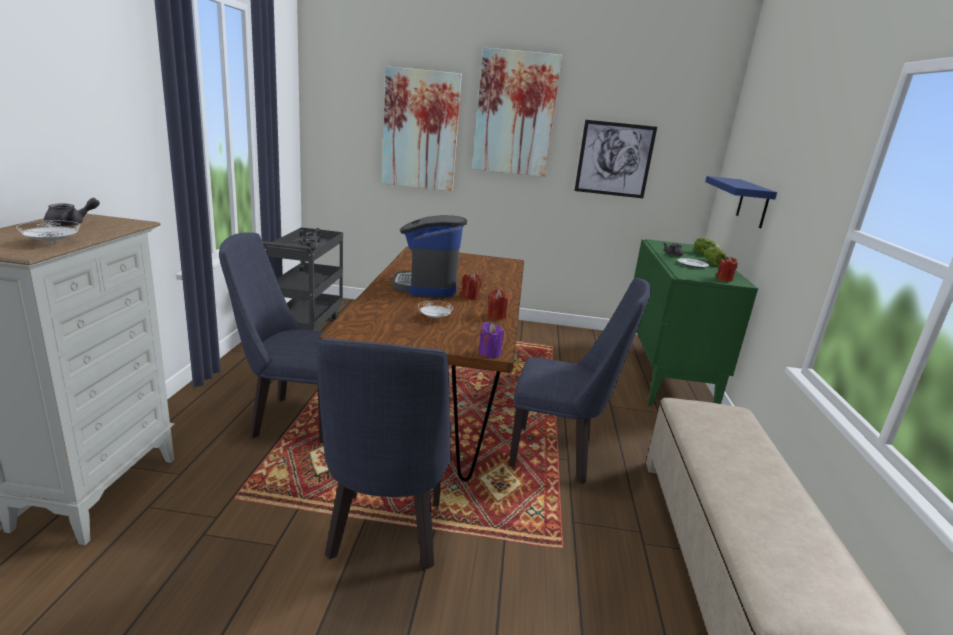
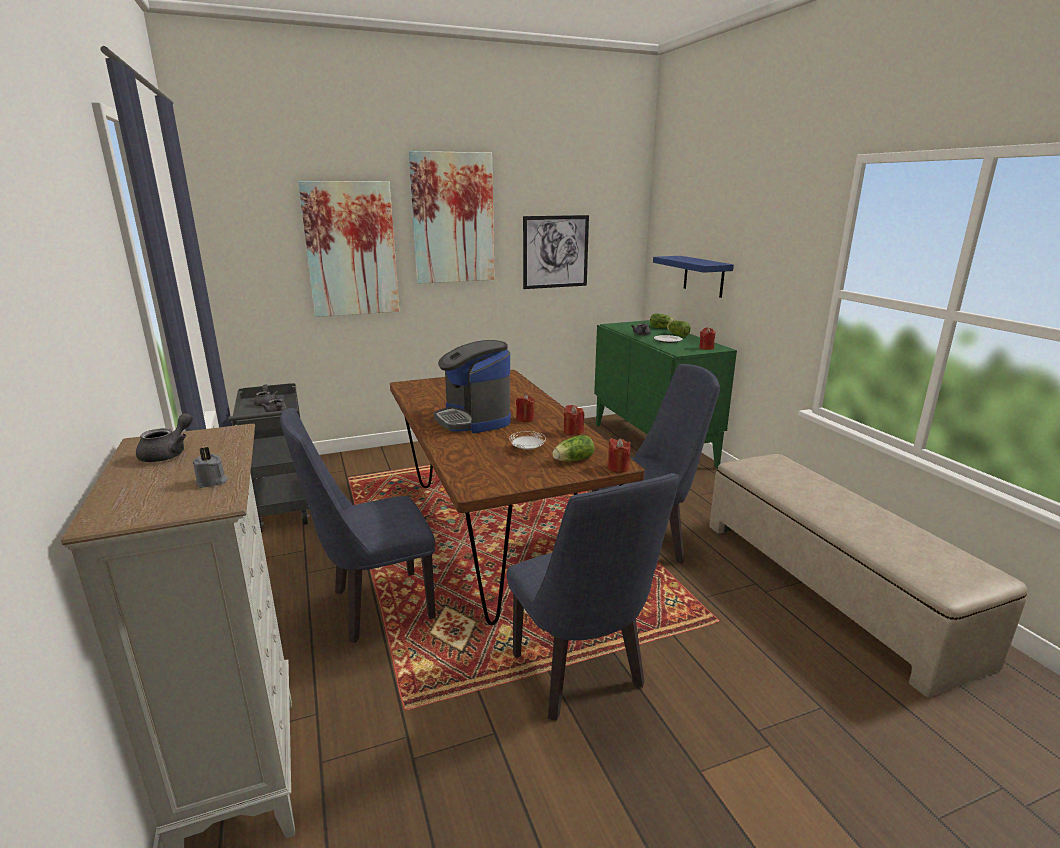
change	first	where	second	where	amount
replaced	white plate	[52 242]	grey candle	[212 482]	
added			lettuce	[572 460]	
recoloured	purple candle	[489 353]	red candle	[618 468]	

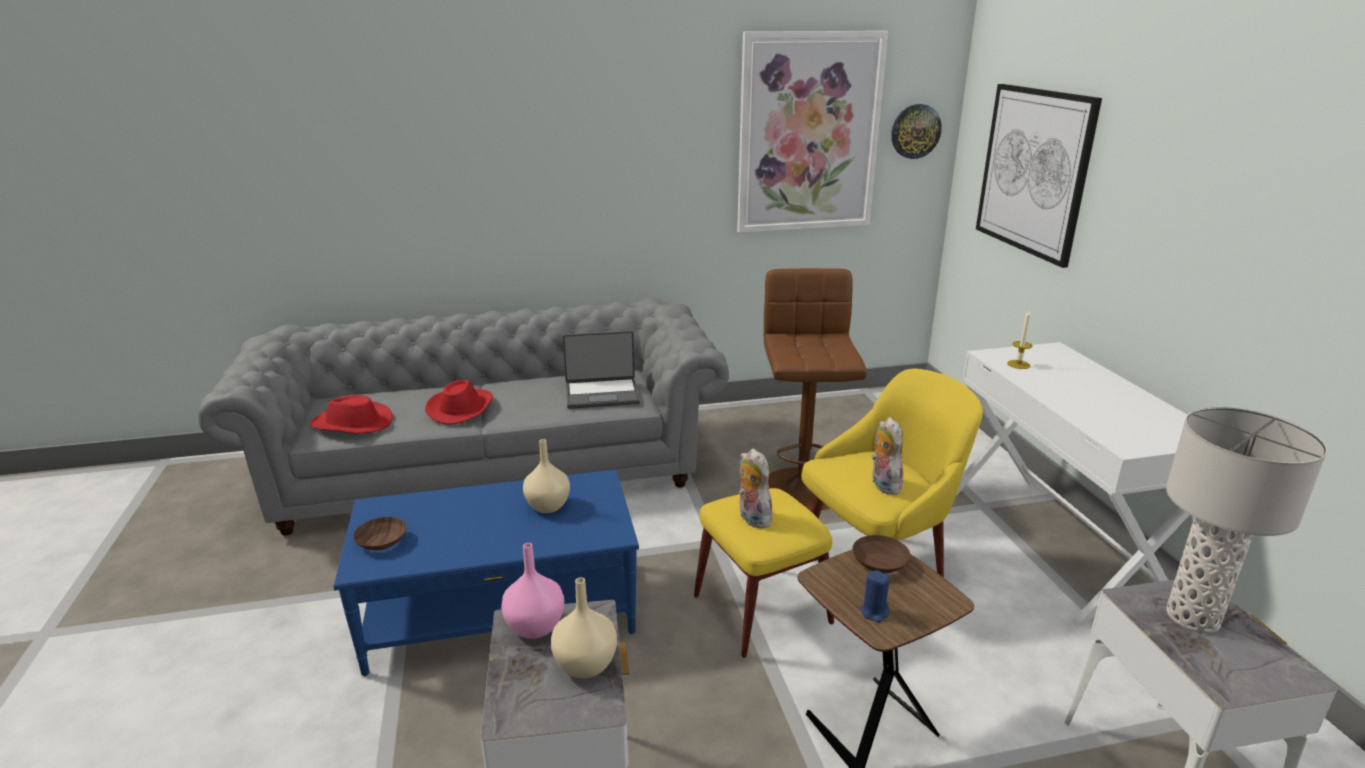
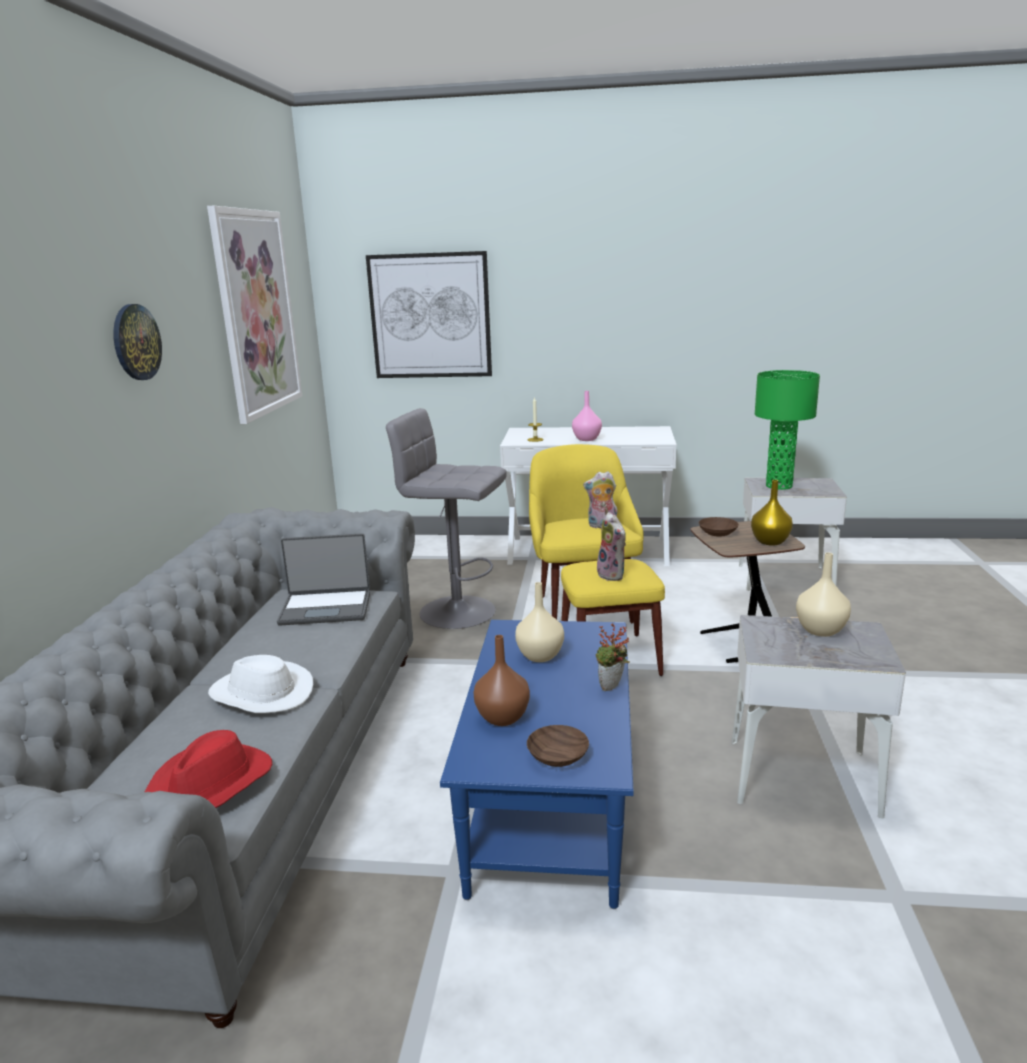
change	first	where	second	where	amount
moved	wall clock	[915 131]		[136 342]	
recoloured	red hat	[461 408]	white hat	[261 694]	
turned	laptop	[602 394]		[326 608]	75 degrees clockwise
recoloured	brown stool	[802 489]	grey stool	[457 611]	
added			brown vase	[501 717]	
moved	pink vase	[536 628]		[587 439]	
added			potted plant	[612 688]	
turned	plush toy	[751 518]		[613 575]	105 degrees counterclockwise
replaced	blue candle	[874 612]	yellow vase	[769 542]	
recoloured	white table lamp	[1192 616]	green table lamp	[778 486]	

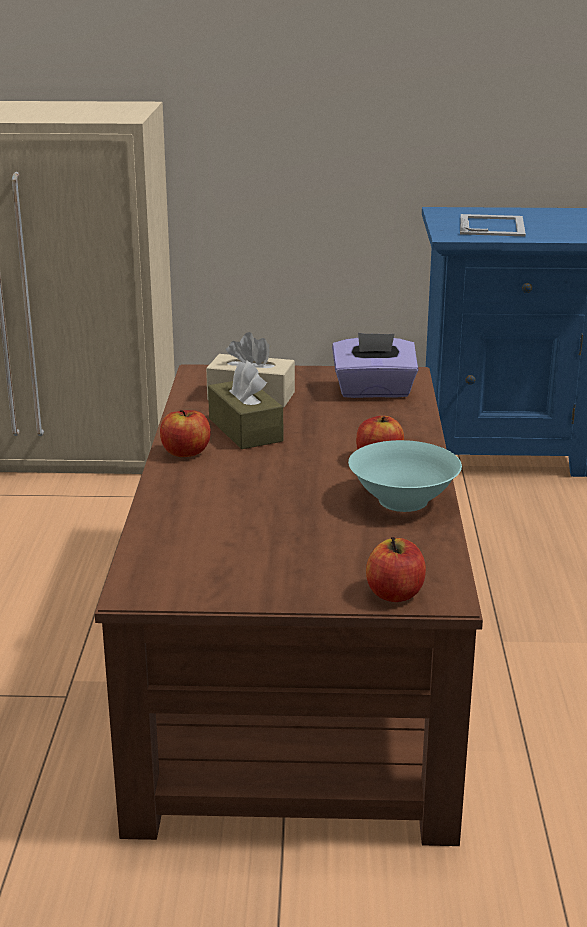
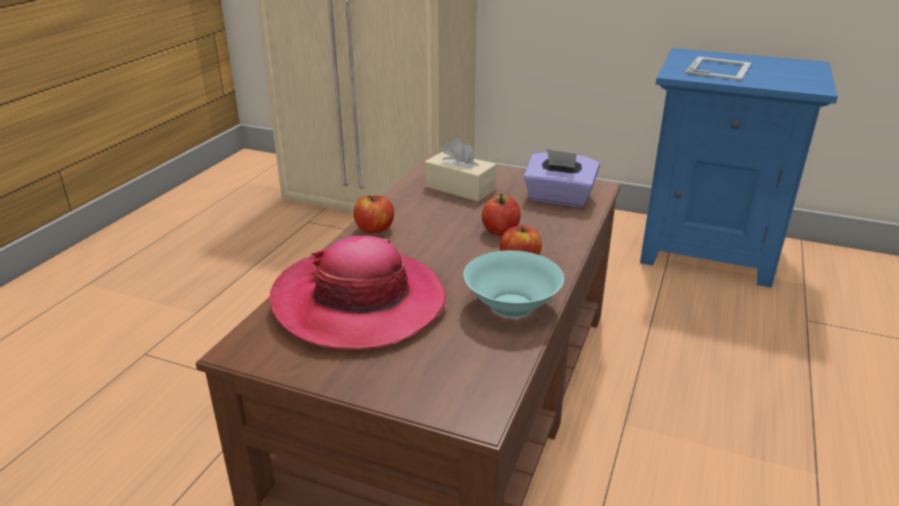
change	first	where	second	where	amount
added			hat	[359 303]	
moved	apple	[395 594]		[500 231]	
removed	brown tissue box	[245 430]			

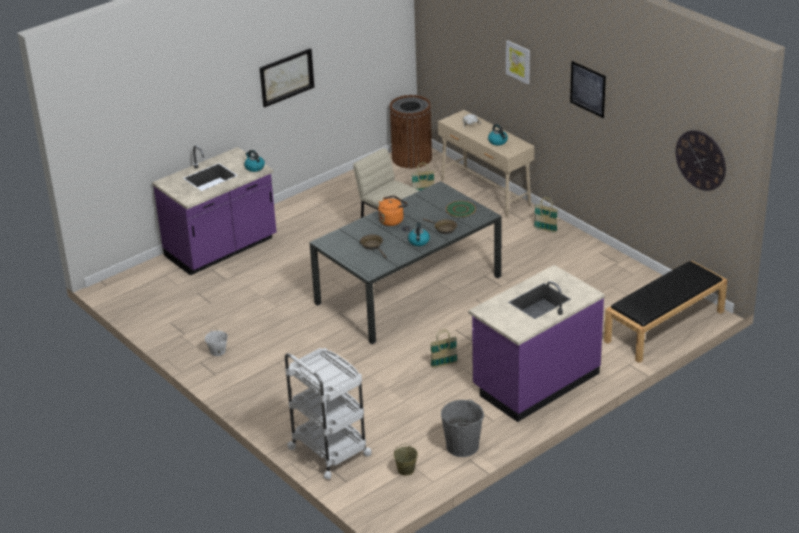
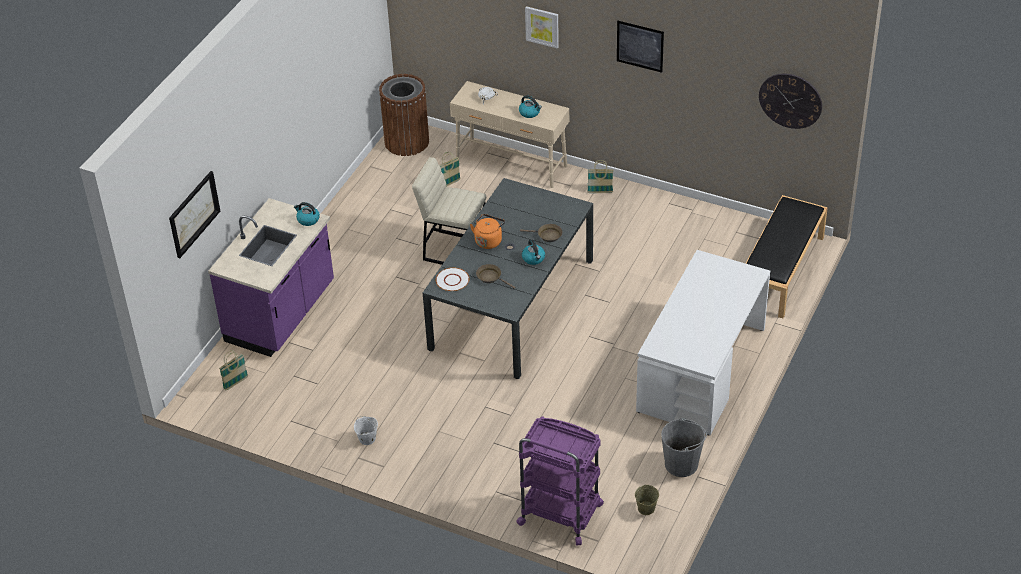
change	first	where	second	where	amount
moved	picture	[286 77]		[194 214]	
moved	basket	[444 364]		[235 383]	
added			white plate	[452 280]	
recoloured	white cart	[330 451]	purple cart	[561 514]	
replaced	purple counter	[535 381]	white desk	[702 370]	
removed	green plate	[461 210]			

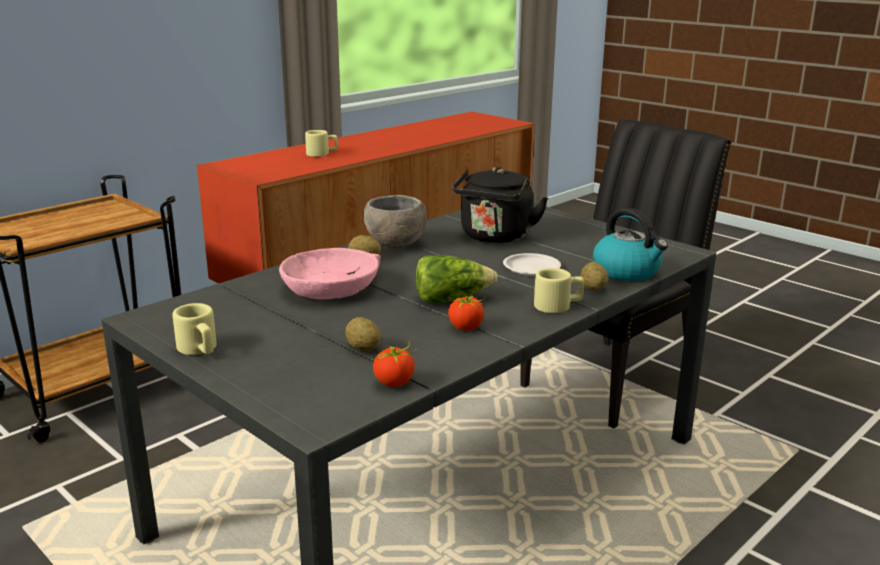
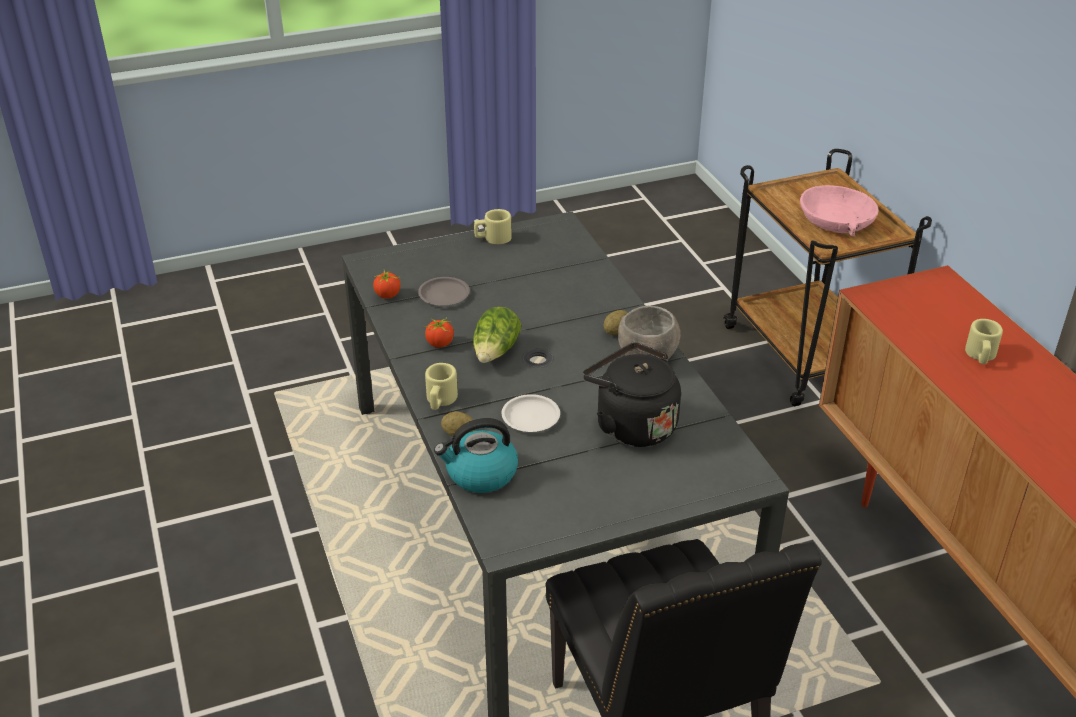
change	first	where	second	where	amount
replaced	potato	[363 348]	grey plate	[444 295]	
moved	pink bowl	[330 287]		[836 221]	

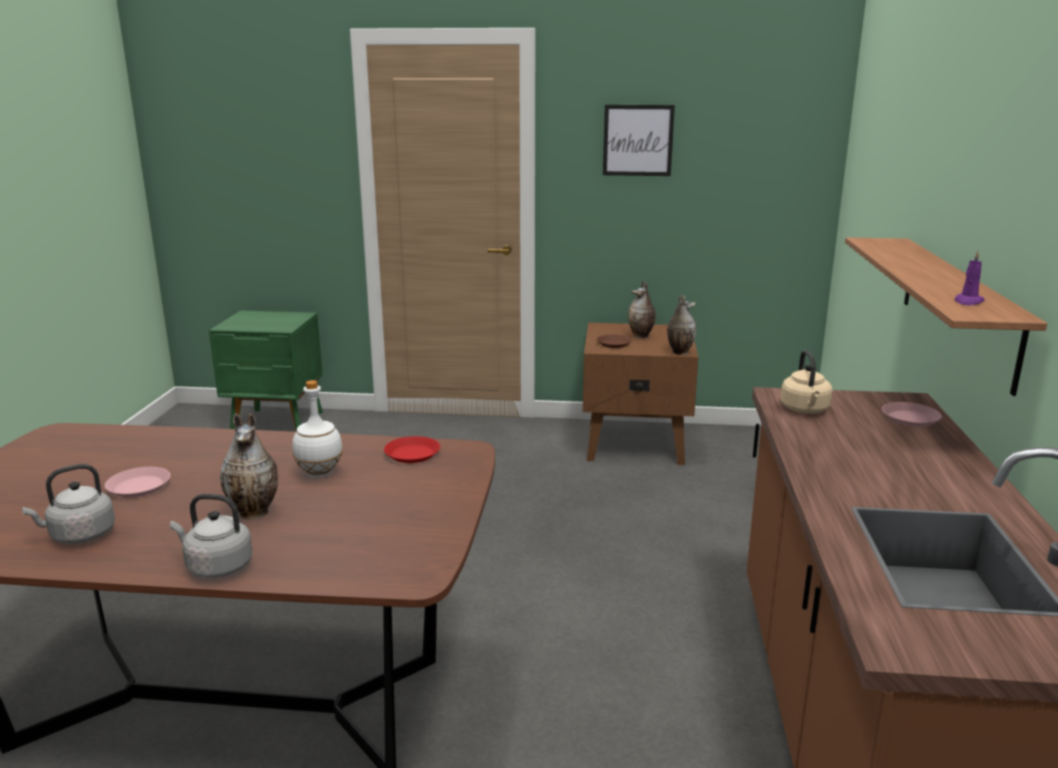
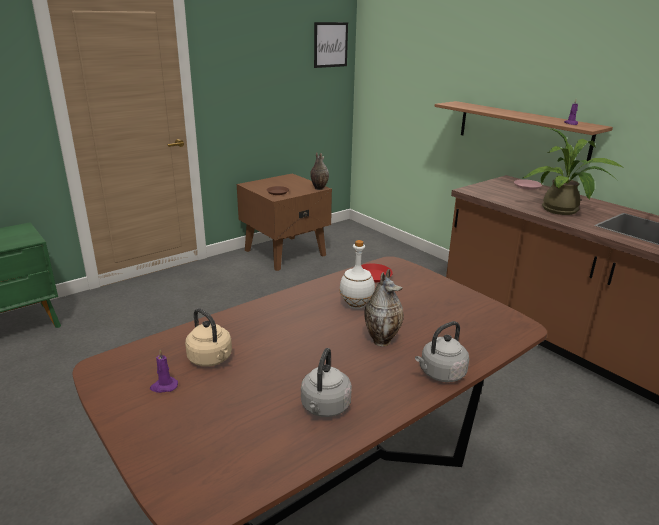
change	first	where	second	where	amount
added			purple candle	[164 386]	
moved	beige kettle	[805 410]		[211 359]	
moved	picture	[638 140]		[330 45]	
added			potted plant	[563 211]	
removed	pink plate	[139 487]			
removed	vase	[641 336]			

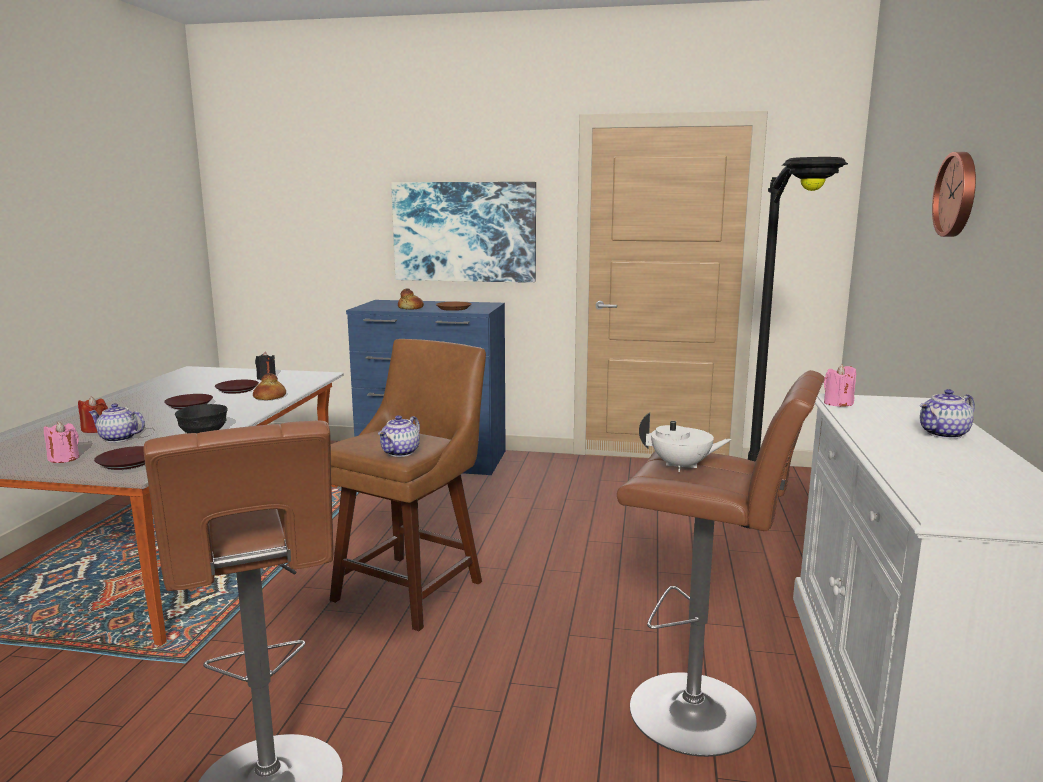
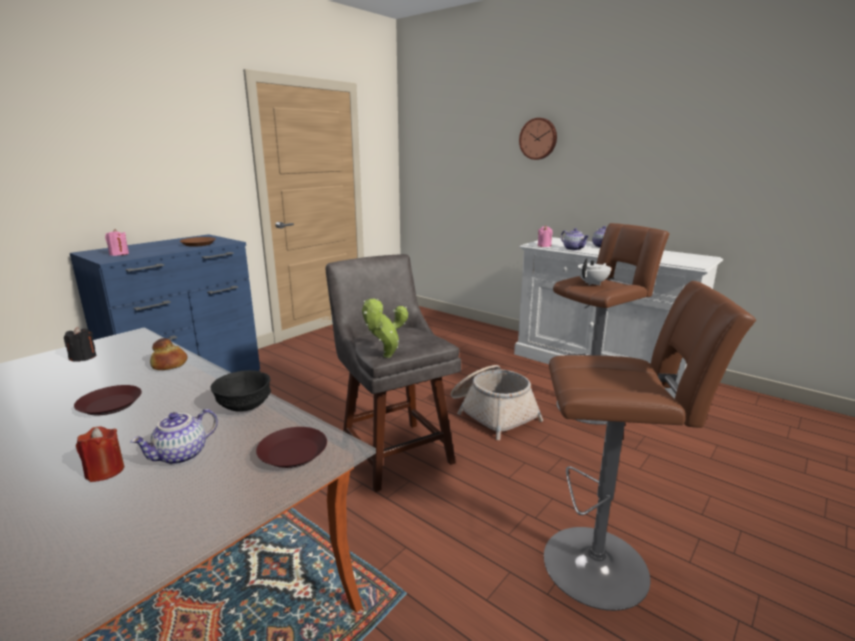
change	first	where	second	where	amount
moved	pink candle	[64 459]		[119 254]	
recoloured	brown stool	[412 588]	grey stool	[394 451]	
added			potted plant	[385 357]	
added			basket	[492 413]	
moved	teapot	[401 453]		[574 249]	
removed	brown plate	[237 389]			
removed	picture	[464 232]			
removed	bread	[411 308]			
removed	black floor lamp	[768 557]			

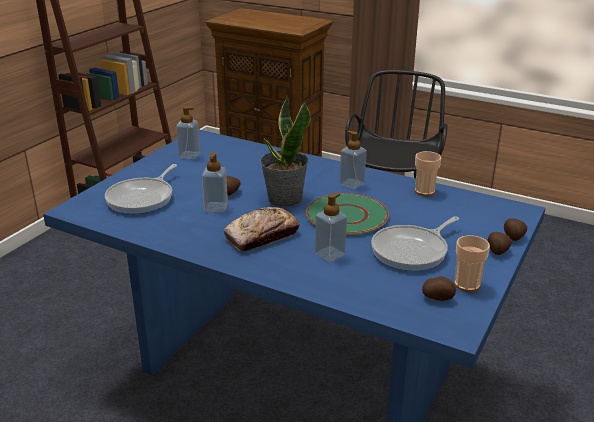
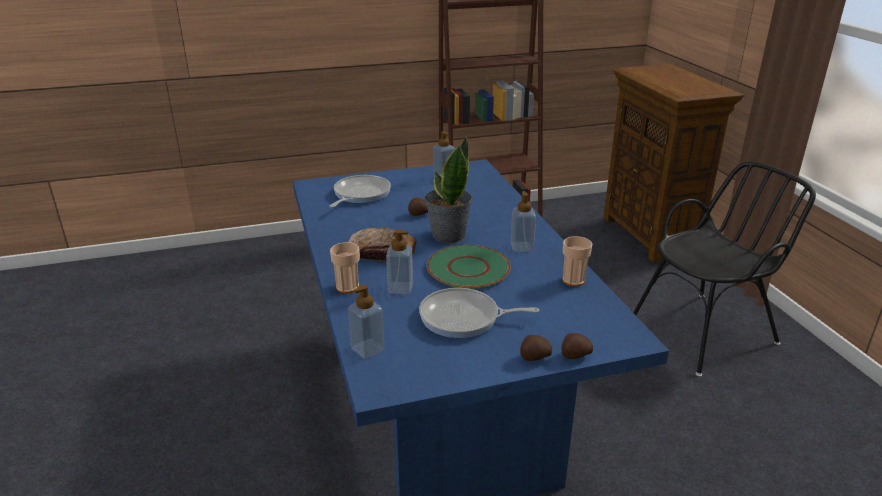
change	first	where	second	where	amount
turned	frying pan	[143 198]		[360 194]	135 degrees clockwise
moved	cup	[467 284]		[347 287]	
moved	soap dispenser	[216 207]		[367 349]	
removed	potato	[438 298]			

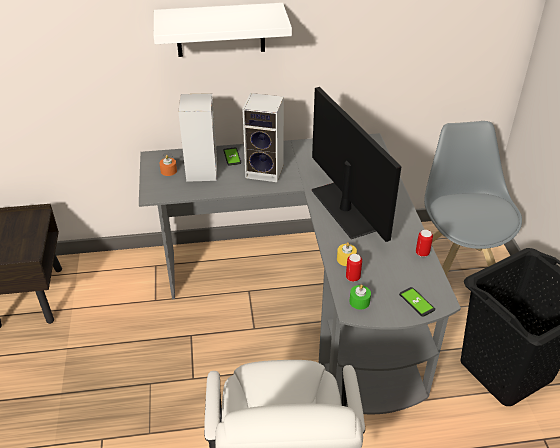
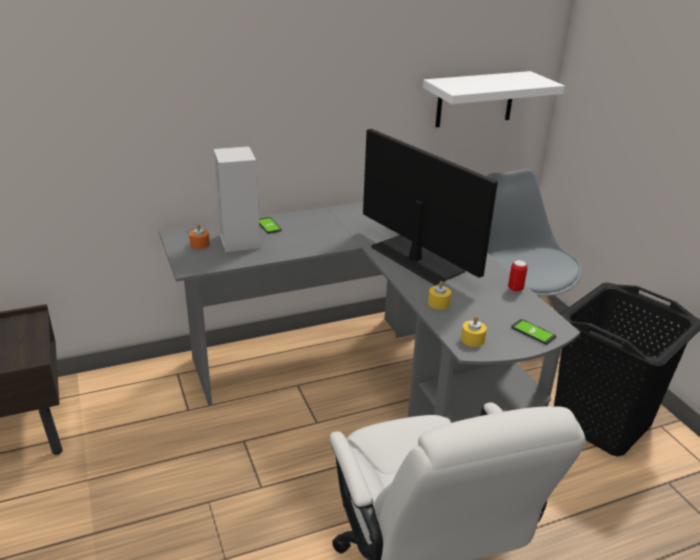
change	first	where	second	where	amount
moved	white shelf	[220 30]		[475 99]	
recoloured	green candle	[359 301]	yellow candle	[472 339]	
removed	speaker	[266 171]			
removed	can	[352 277]			

